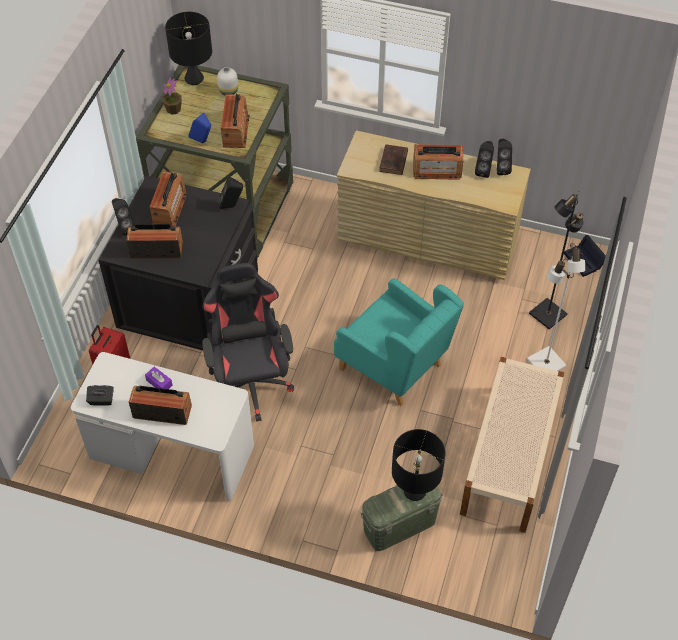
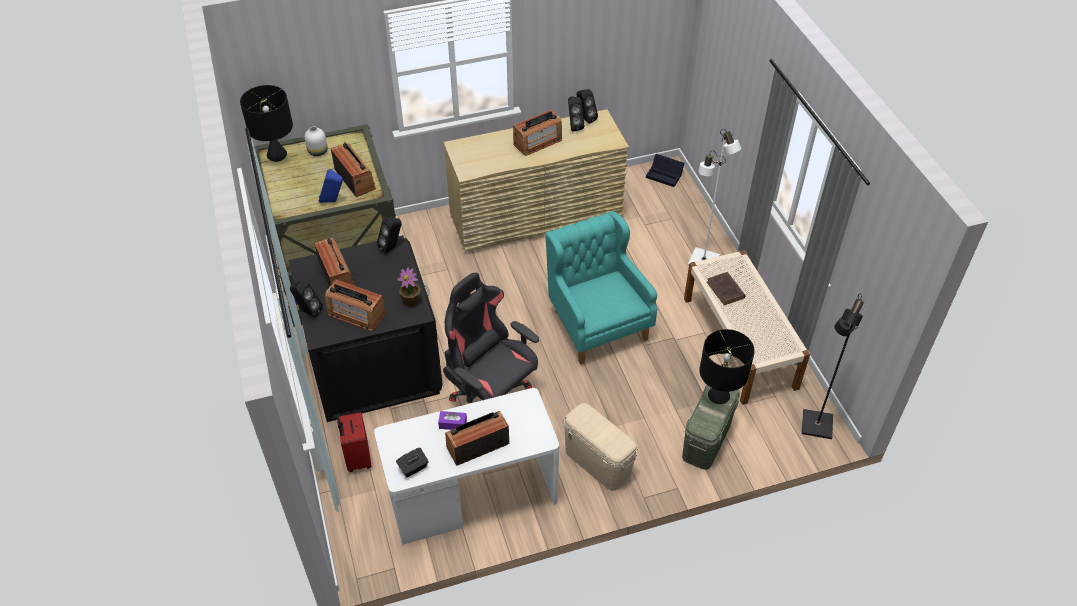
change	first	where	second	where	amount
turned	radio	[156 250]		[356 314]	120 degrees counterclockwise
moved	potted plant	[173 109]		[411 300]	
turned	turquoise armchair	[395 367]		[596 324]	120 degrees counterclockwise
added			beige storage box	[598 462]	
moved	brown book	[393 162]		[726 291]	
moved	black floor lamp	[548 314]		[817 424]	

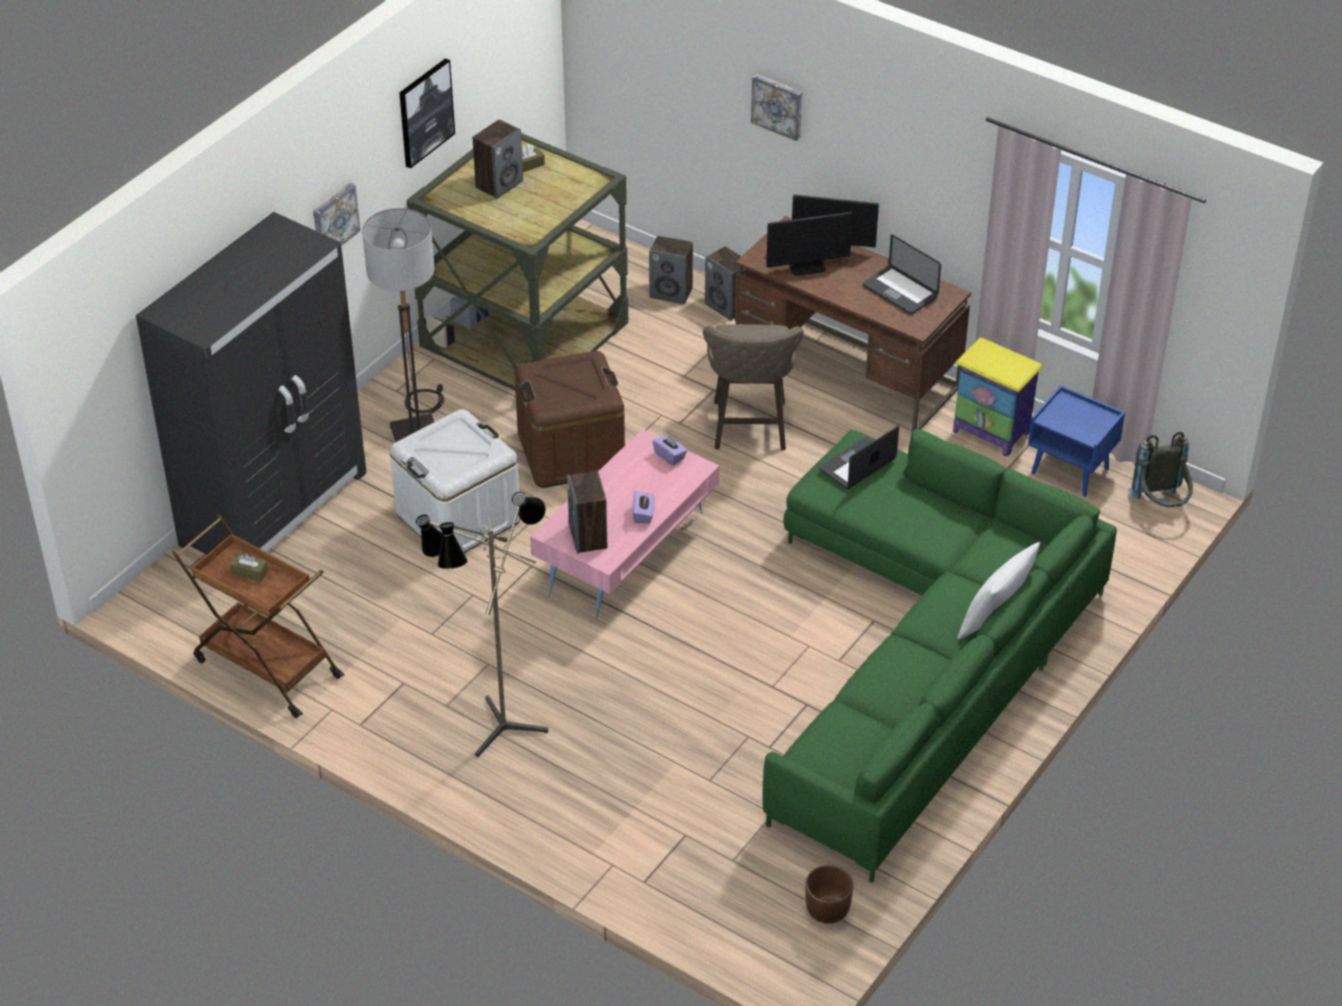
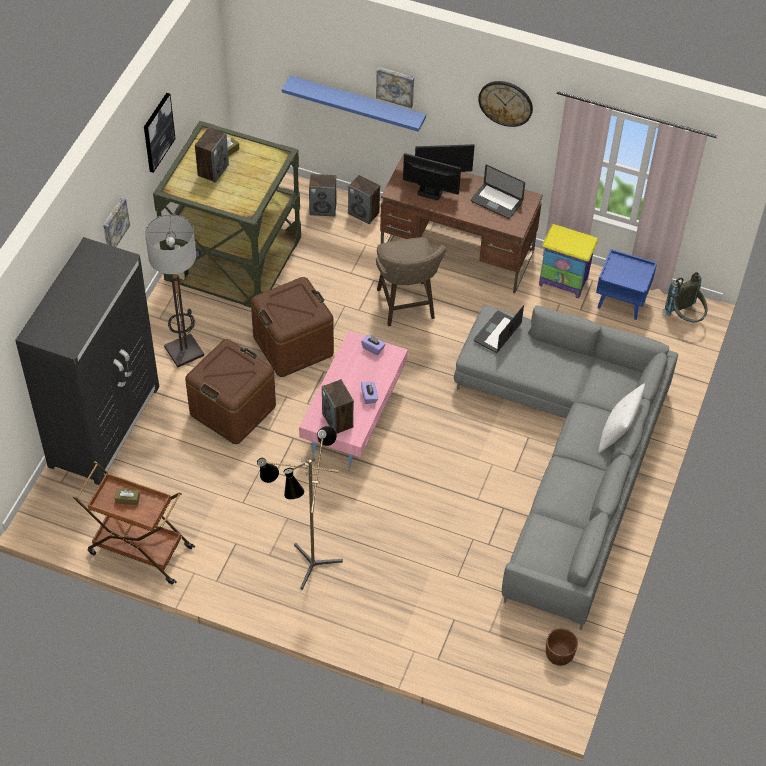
change	first	where	second	where	amount
recoloured	white storage box	[458 517]	brown storage box	[233 410]	
added			blue shelf	[357 104]	
turned	monitor	[807 267]		[429 192]	135 degrees counterclockwise
recoloured	green sofa	[924 654]	grey sofa	[567 456]	
added			wall clock	[505 103]	

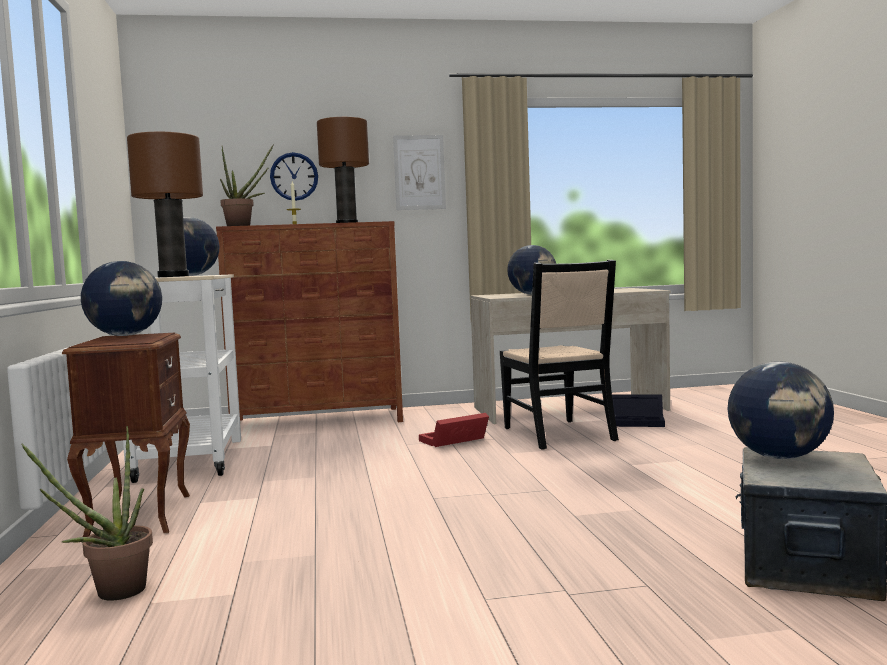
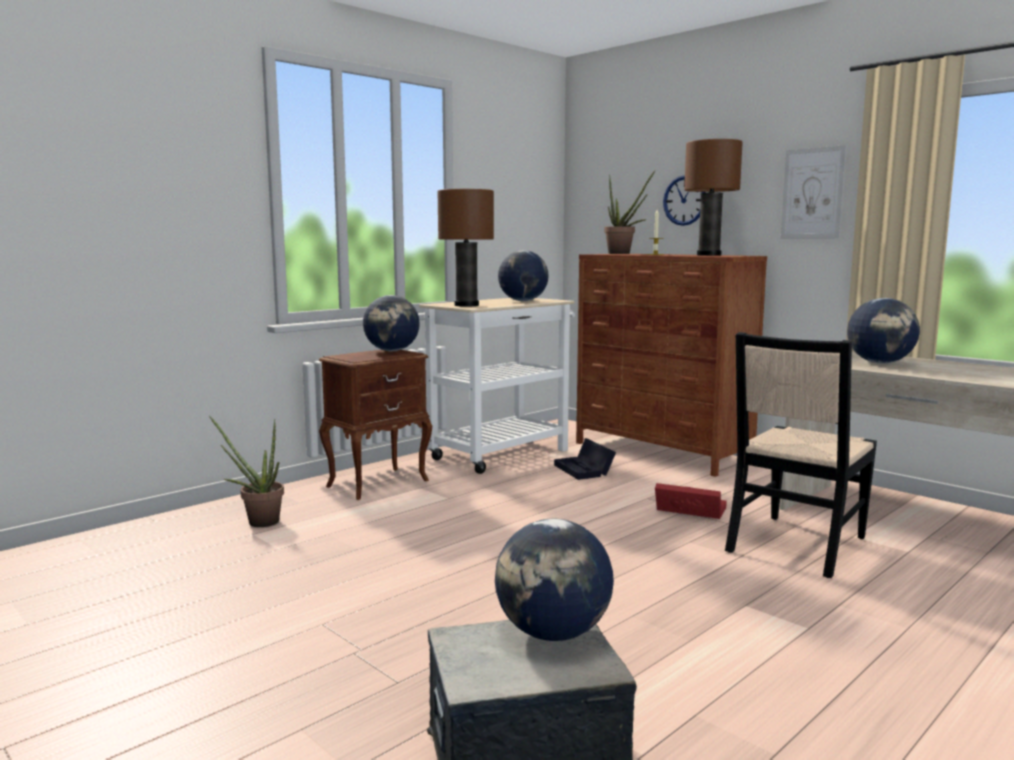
change	first	where	second	where	amount
moved	black storage box	[637 422]		[585 470]	

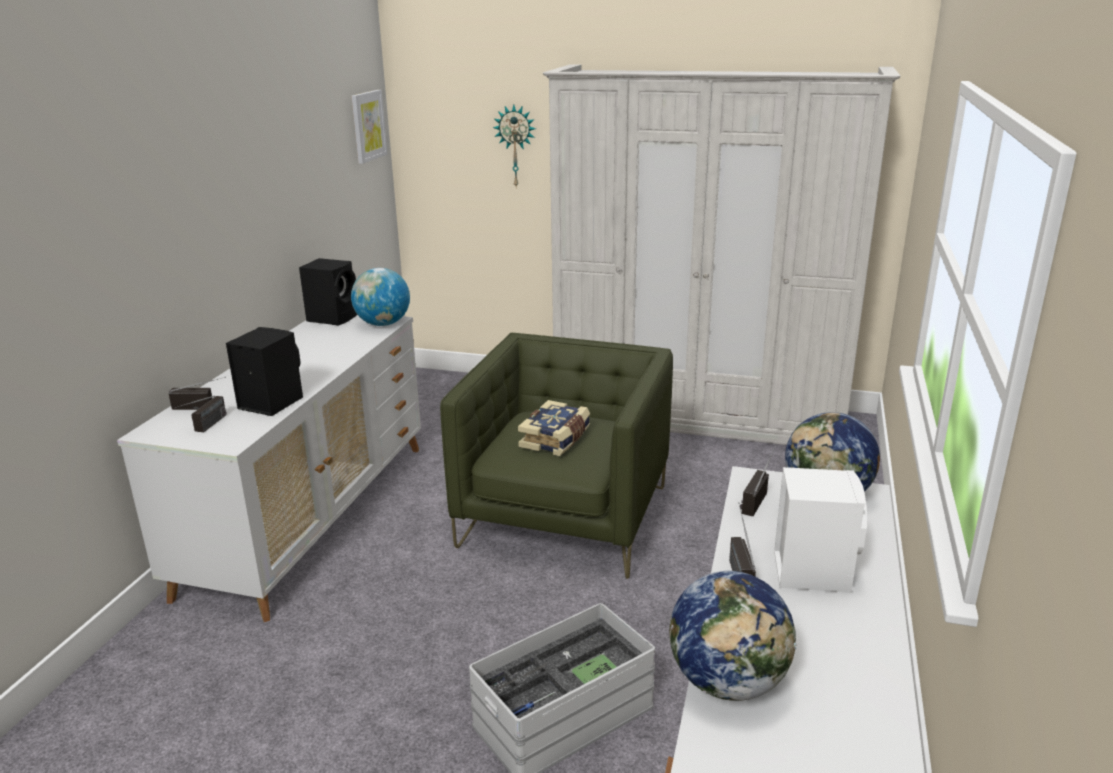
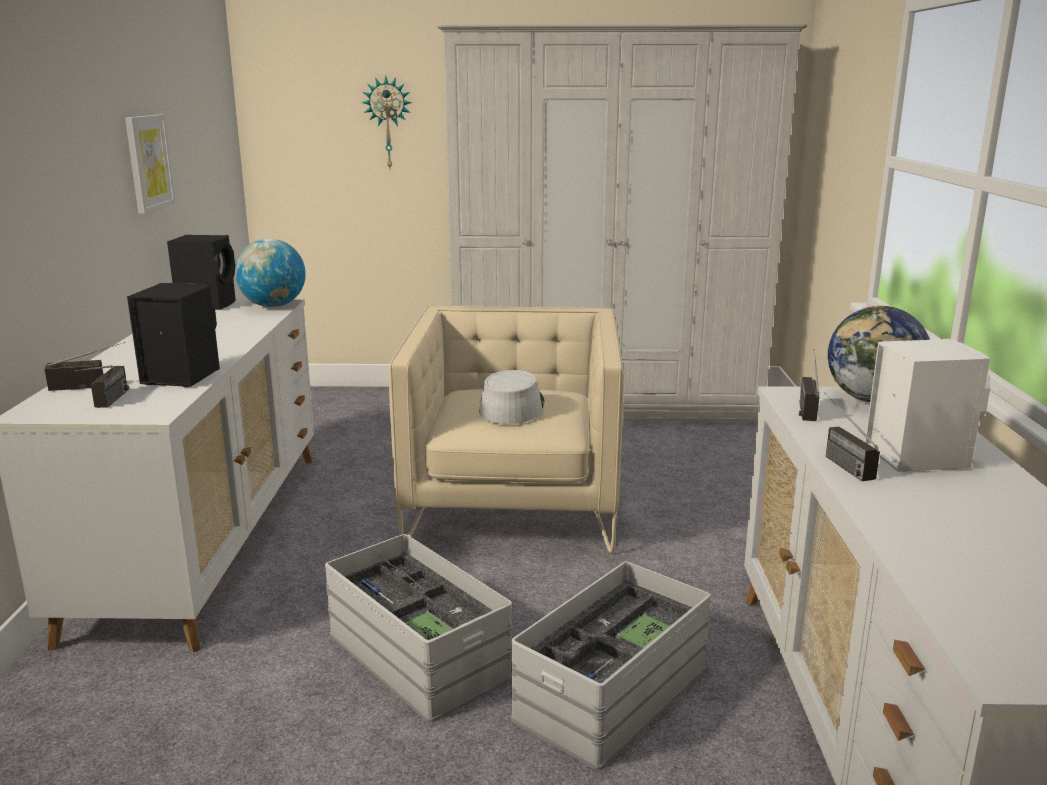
change	first	where	second	where	amount
moved	picture	[368 126]		[148 162]	
added			grey storage box	[416 655]	
recoloured	green armchair	[565 518]	beige armchair	[513 506]	
replaced	book	[556 439]	grey hat	[512 407]	
removed	globe	[728 682]			

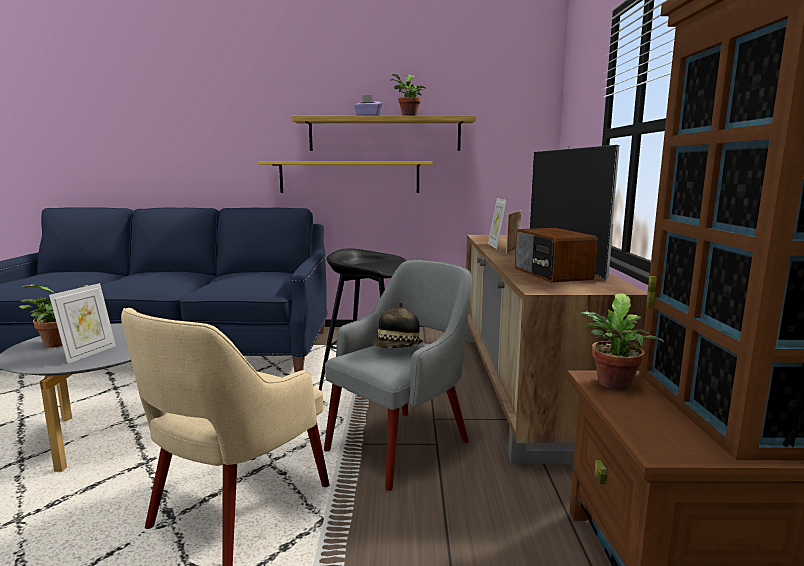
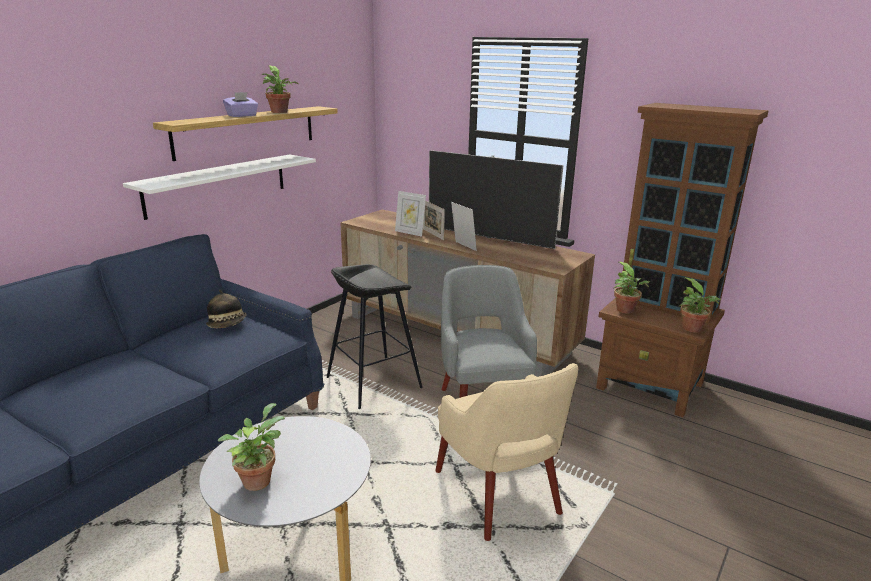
change	first	where	second	where	amount
recoloured	yellow shelf	[349 177]	white shelf	[218 184]	
moved	hat	[398 349]		[228 325]	
moved	picture frame	[88 353]		[463 246]	
added			potted plant	[694 329]	
removed	radio	[551 274]			

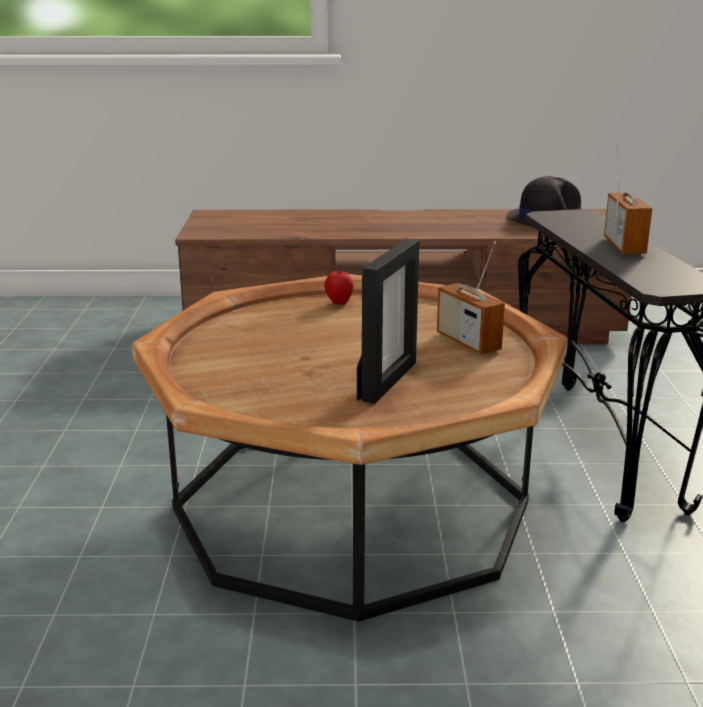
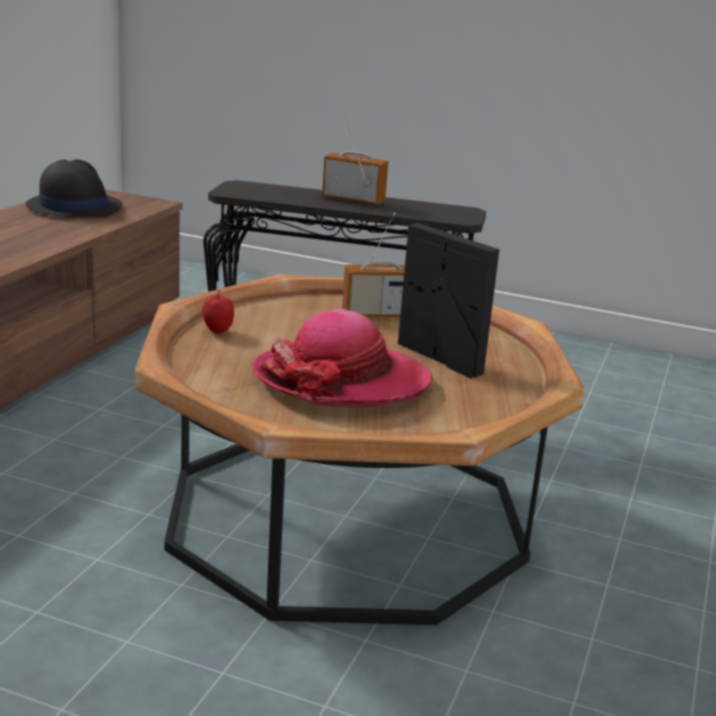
change	first	where	second	where	amount
added			hat	[341 380]	

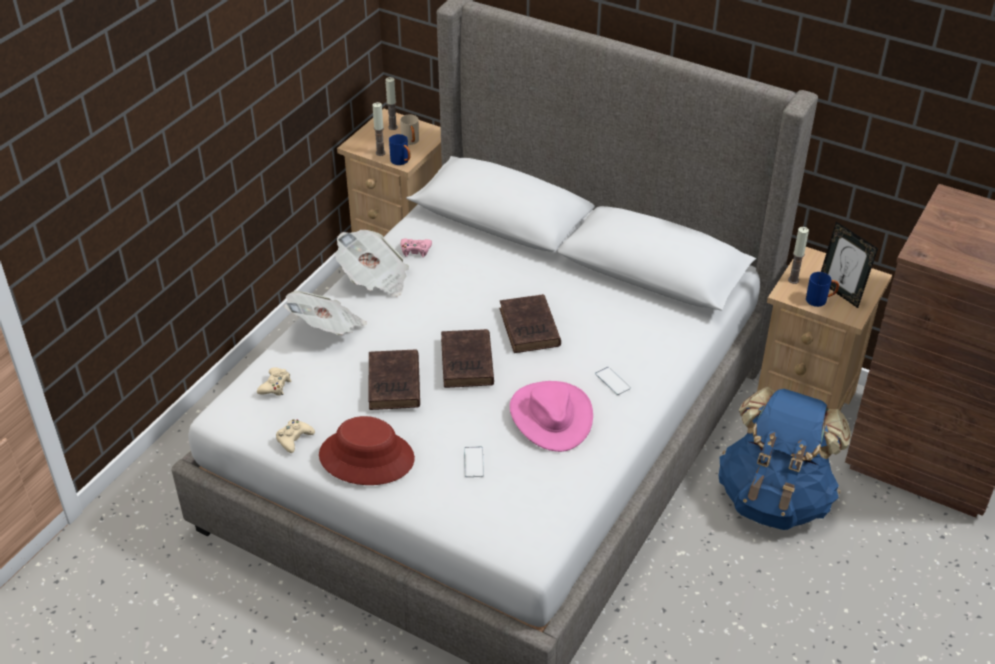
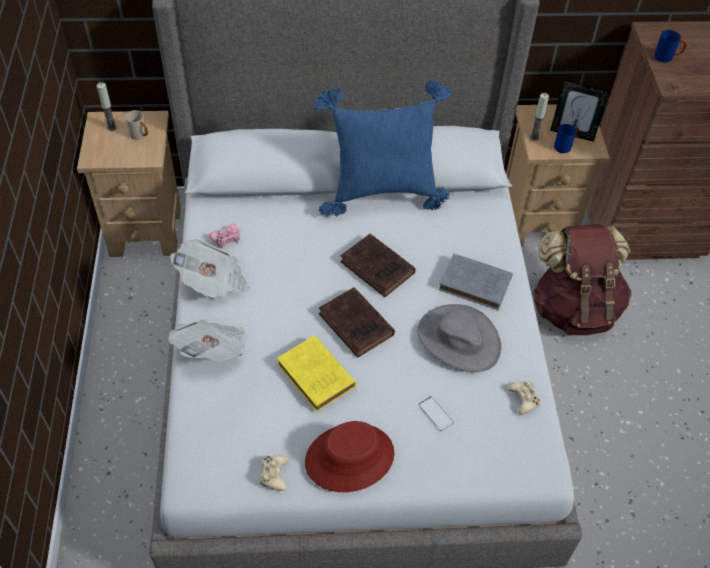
change	first	where	second	where	amount
recoloured	brown book	[394 385]	yellow book	[317 377]	
added			blue pillow	[380 197]	
recoloured	pink hat	[550 416]	grey hat	[458 340]	
replaced	phone	[612 381]	grey book	[477 285]	
moved	beige game controller	[275 386]		[524 399]	
recoloured	blue backpack	[774 498]	brown backpack	[574 308]	
moved	blue mug	[402 162]		[667 57]	
removed	candle	[380 153]			

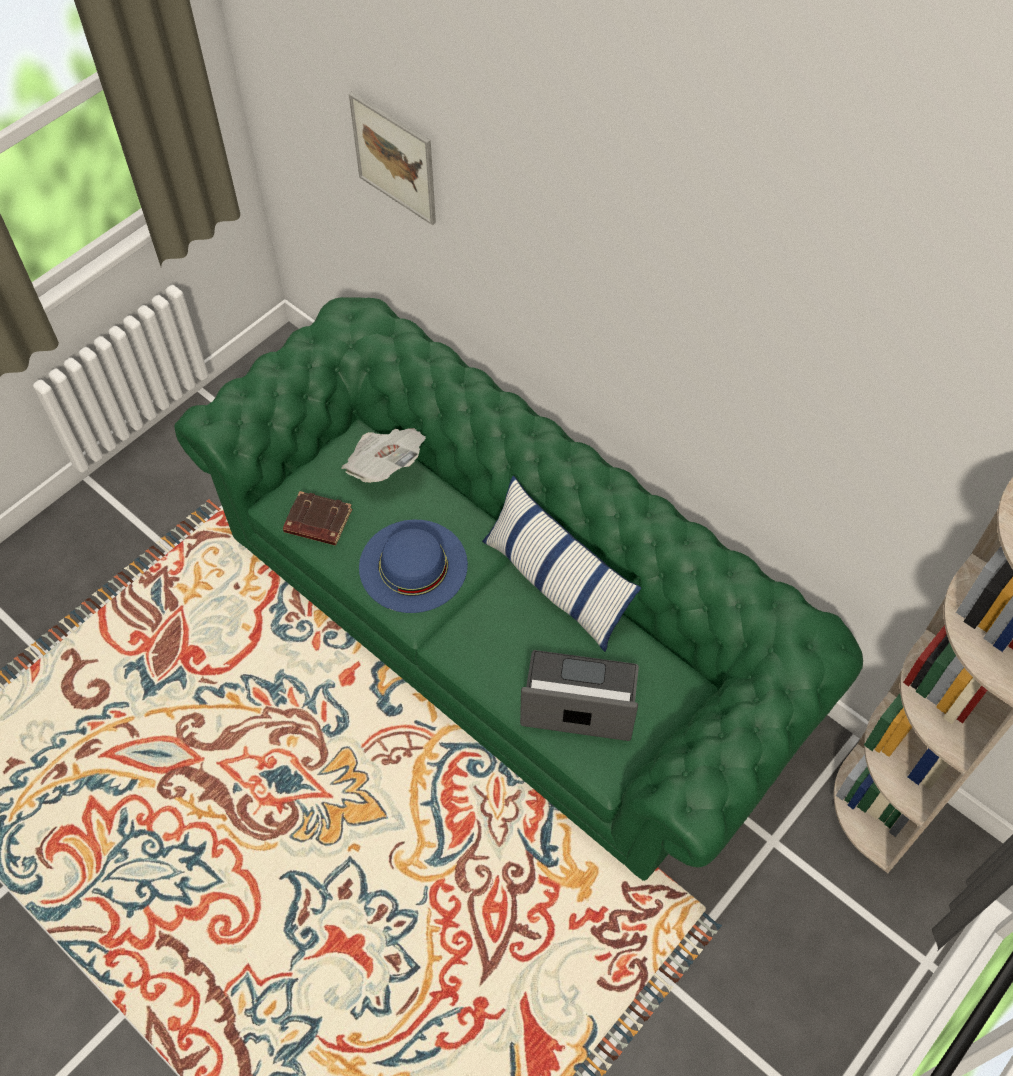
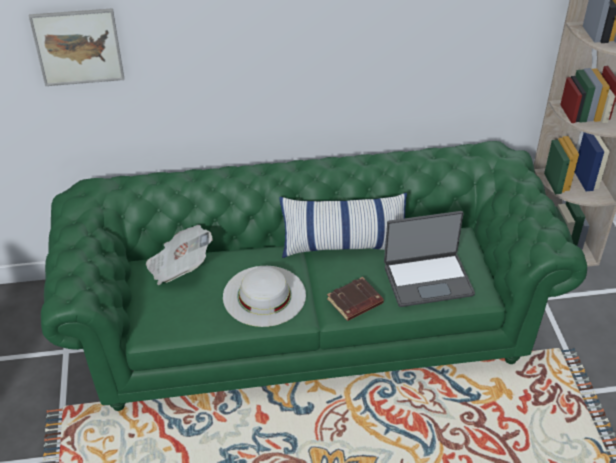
change	first	where	second	where	amount
recoloured	blue hat	[413 565]	white hat	[264 295]	
moved	brown book	[317 522]		[355 303]	
turned	laptop	[579 700]		[427 279]	150 degrees counterclockwise

